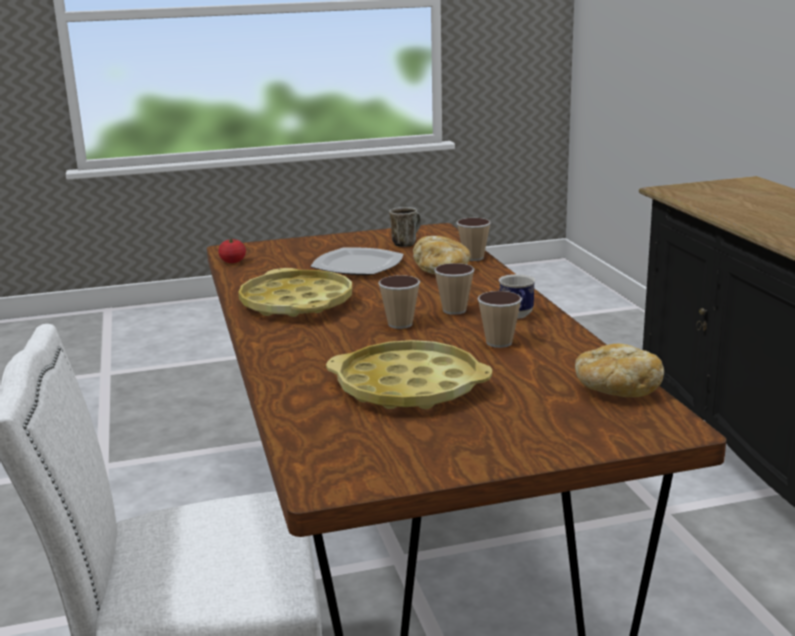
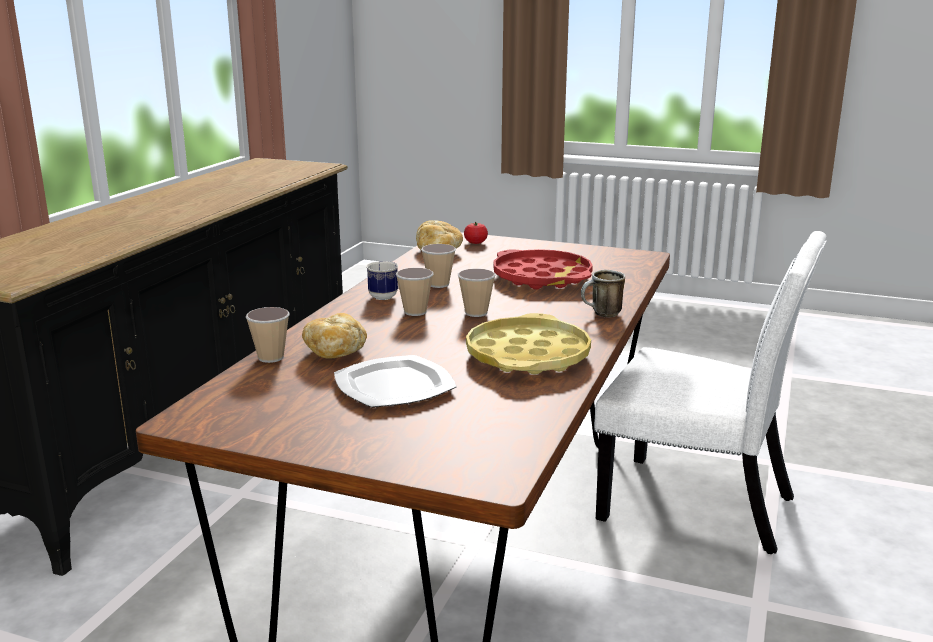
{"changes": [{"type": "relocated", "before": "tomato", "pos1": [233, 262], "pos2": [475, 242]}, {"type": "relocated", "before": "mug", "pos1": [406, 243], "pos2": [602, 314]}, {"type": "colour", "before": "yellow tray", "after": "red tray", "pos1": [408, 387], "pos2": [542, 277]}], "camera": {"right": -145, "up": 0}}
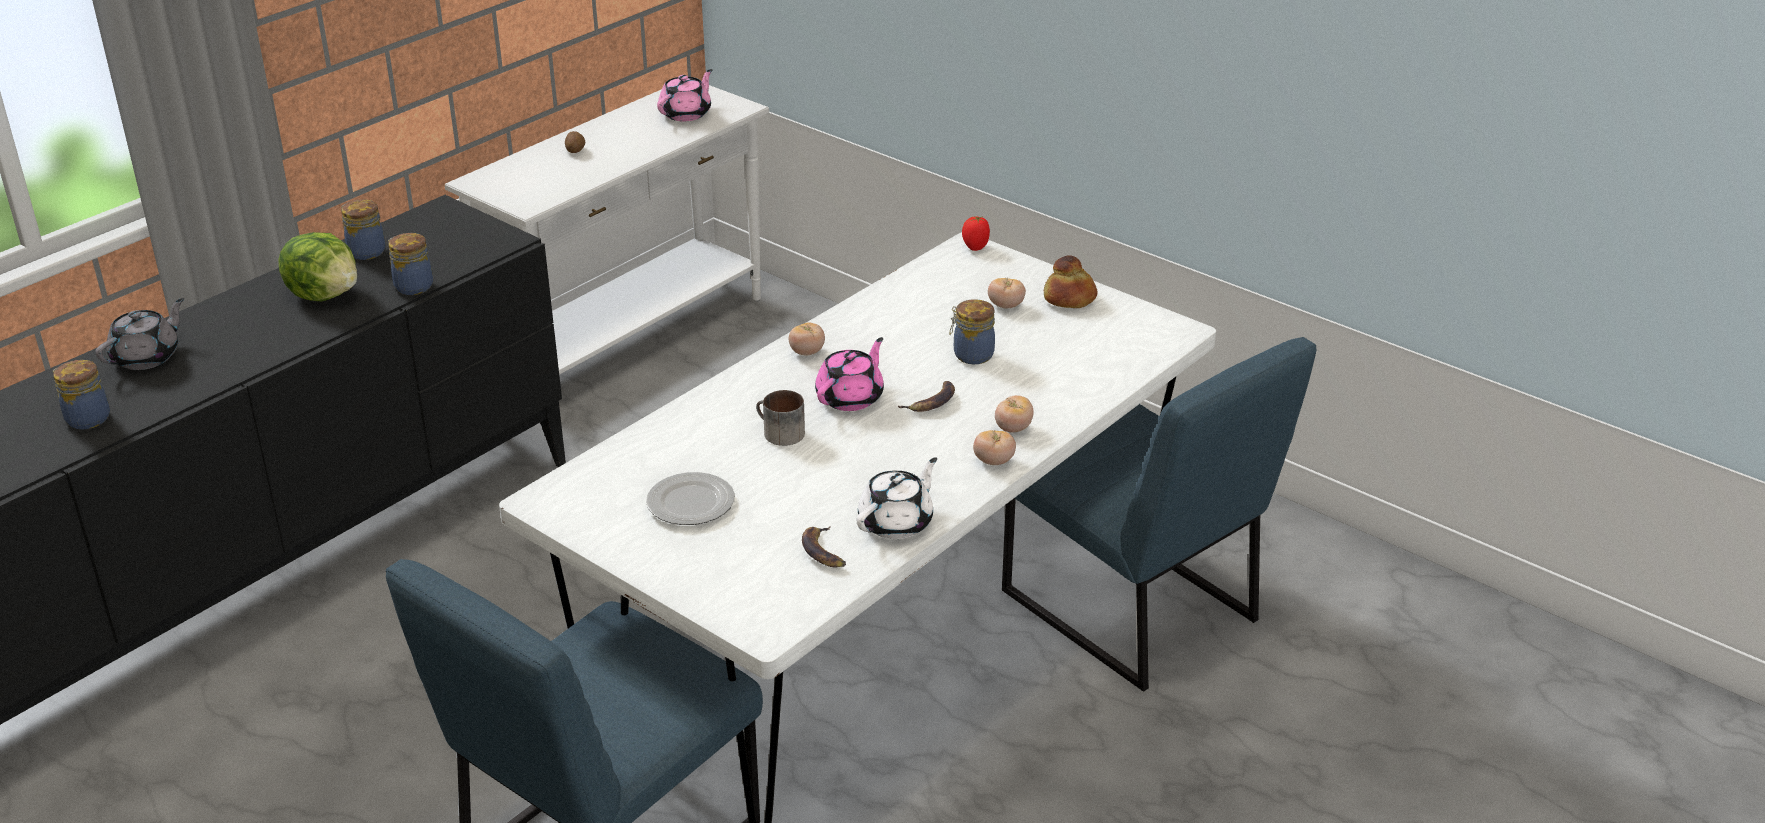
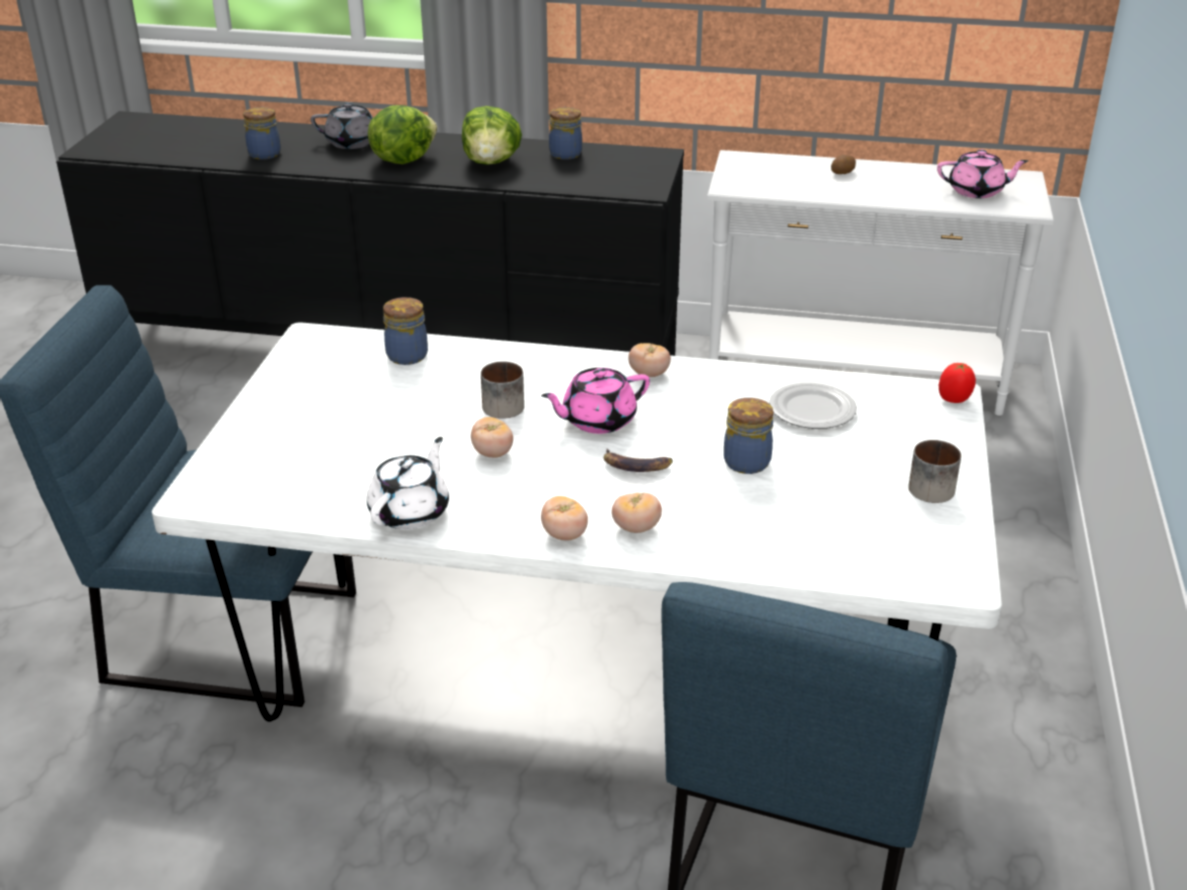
{"changes": [{"type": "missing", "before": "banana", "pos1": [823, 551]}, {"type": "appeared", "after": "lettuce", "pos2": [402, 159]}, {"type": "relocated", "before": "jar", "pos1": [412, 286], "pos2": [407, 355]}, {"type": "relocated", "before": "plate", "pos1": [691, 503], "pos2": [813, 411]}, {"type": "relocated", "before": "tomato", "pos1": [1006, 306], "pos2": [492, 453]}, {"type": "exchanged", "before": "bread", "after": "mug", "pos1": [1069, 298], "pos2": [929, 486]}, {"type": "spun", "before": "pink teapot", "pos1": [851, 397], "pos2": [597, 420], "turn": 150}, {"type": "spun", "before": "white teapot", "pos1": [897, 522], "pos2": [411, 511], "turn": -75}], "camera": {"right": 60, "up": 0}}
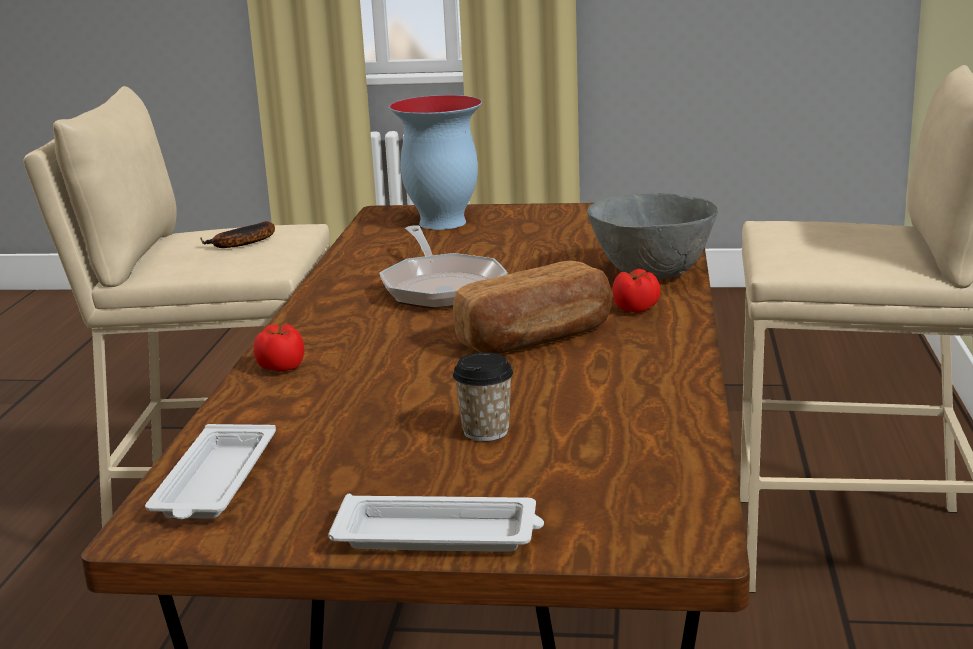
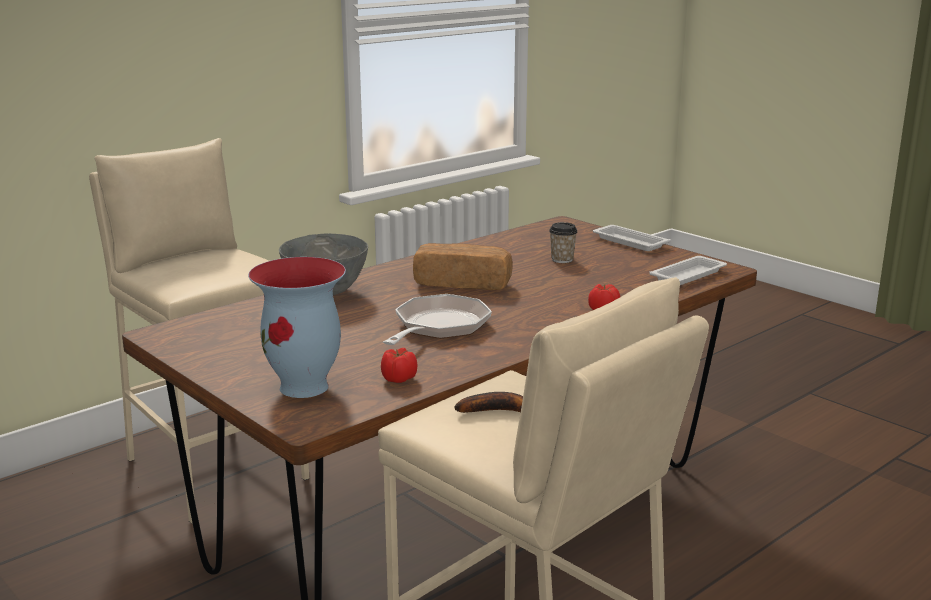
{"changes": [{"type": "relocated", "before": "tomato", "pos1": [636, 309], "pos2": [398, 379]}], "camera": {"right": -140, "up": 0}}
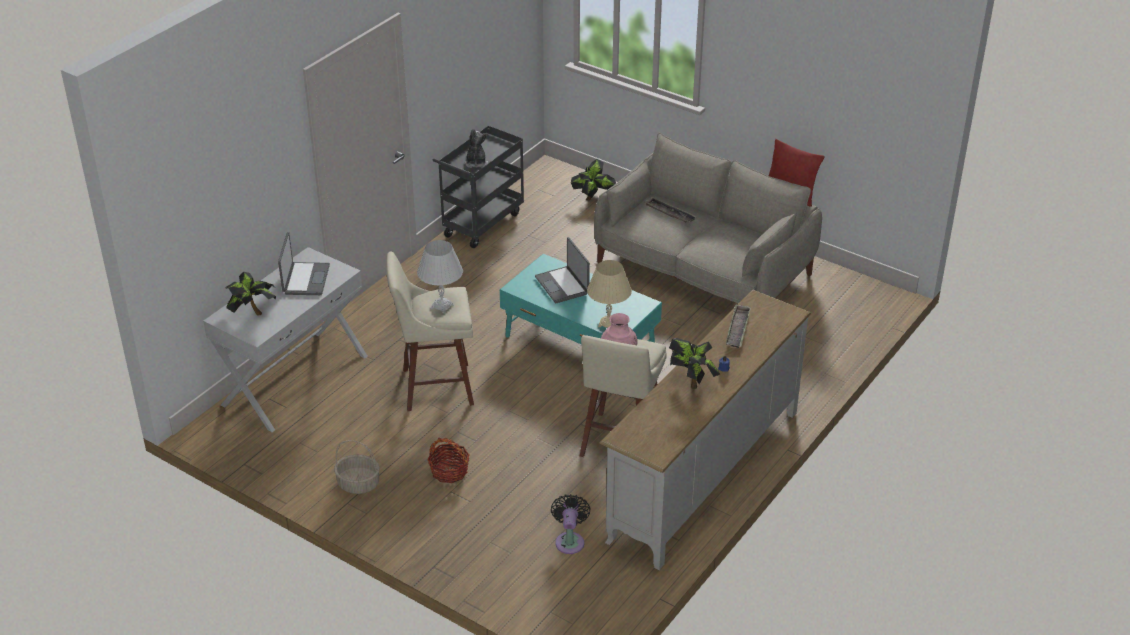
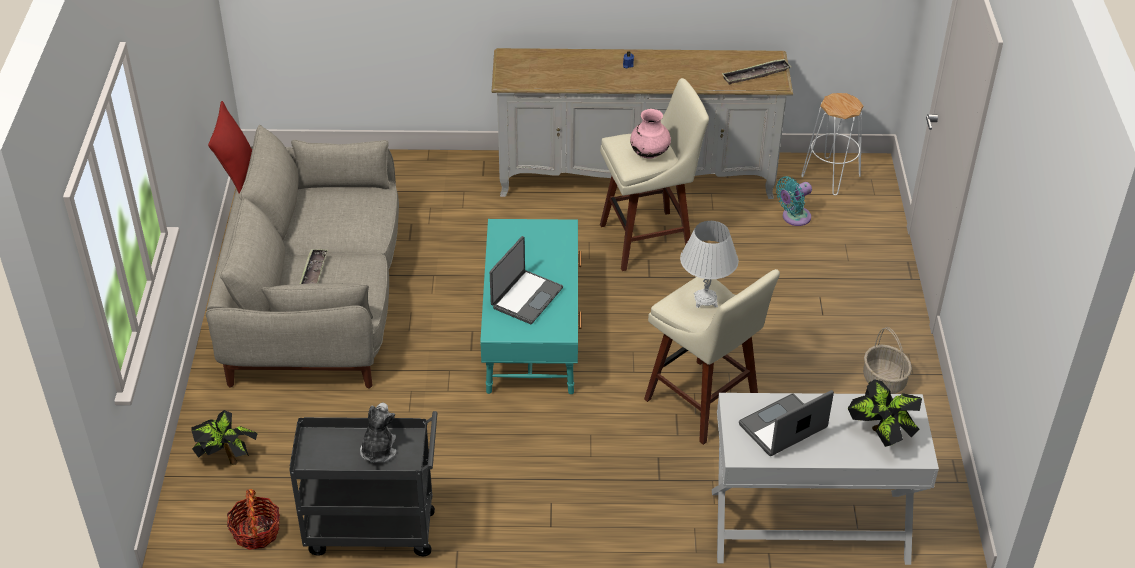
{"changes": [{"type": "missing", "before": "beige table lamp", "pos1": [608, 324]}, {"type": "missing", "before": "potted plant", "pos1": [692, 382]}, {"type": "appeared", "after": "white stool", "pos2": [831, 176]}, {"type": "relocated", "before": "basket", "pos1": [449, 471], "pos2": [256, 532]}, {"type": "relocated", "before": "tray", "pos1": [738, 329], "pos2": [756, 75]}, {"type": "colour", "before": "black fan", "after": "turquoise fan", "pos1": [570, 540], "pos2": [793, 217]}, {"type": "spun", "before": "plush toy", "pos1": [476, 163], "pos2": [378, 450], "turn": 135}], "camera": {"right": -125, "up": 5}}
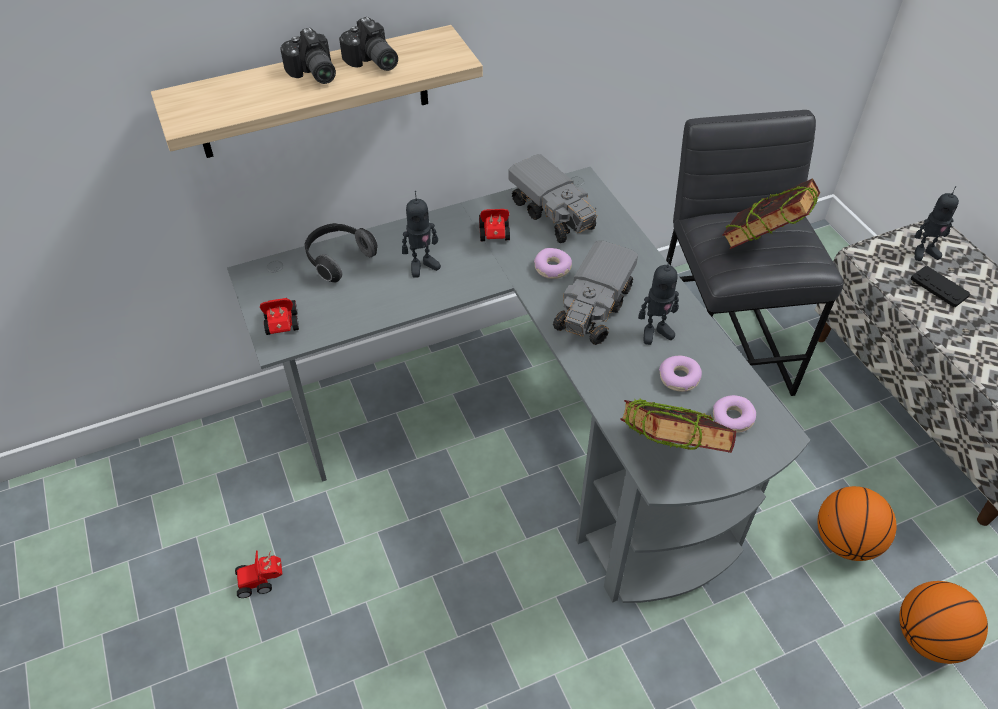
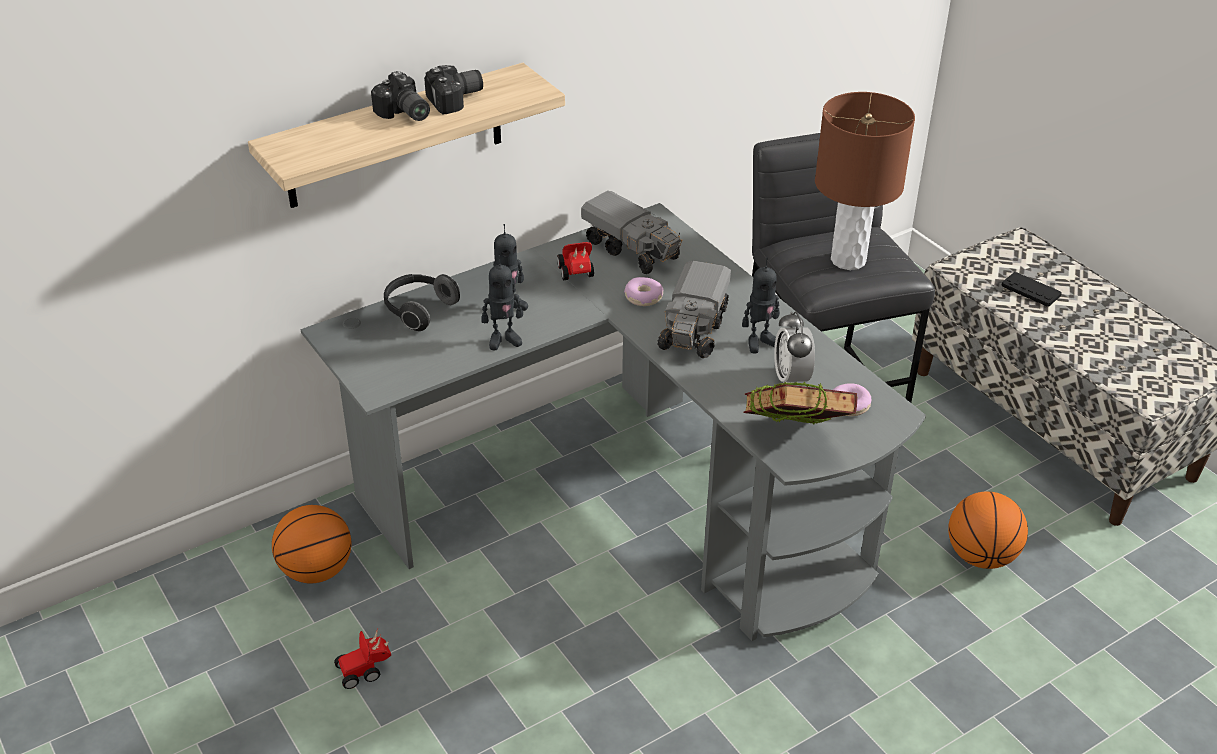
{"changes": [{"type": "missing", "before": "toy car", "pos1": [282, 328]}, {"type": "relocated", "before": "basketball", "pos1": [928, 638], "pos2": [316, 570]}, {"type": "relocated", "before": "toy robot", "pos1": [924, 252], "pos2": [503, 340]}, {"type": "exchanged", "before": "donut", "after": "alarm clock", "pos1": [679, 378], "pos2": [791, 378]}, {"type": "exchanged", "before": "book", "after": "brown table lamp", "pos1": [761, 245], "pos2": [848, 260]}, {"type": "spun", "before": "photo camera", "pos1": [372, 62], "pos2": [457, 100], "turn": -75}], "camera": {"right": -10, "up": -10}}
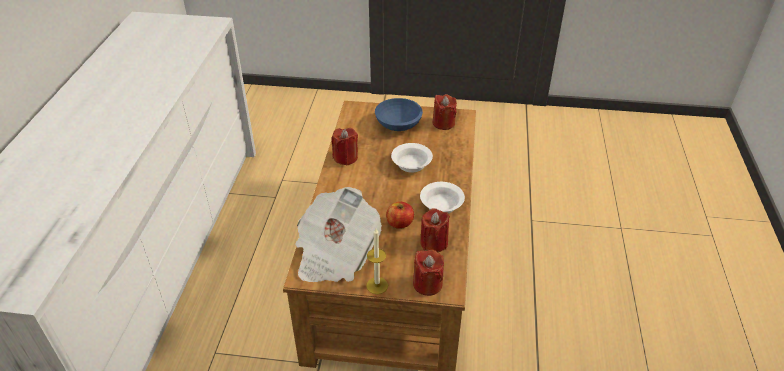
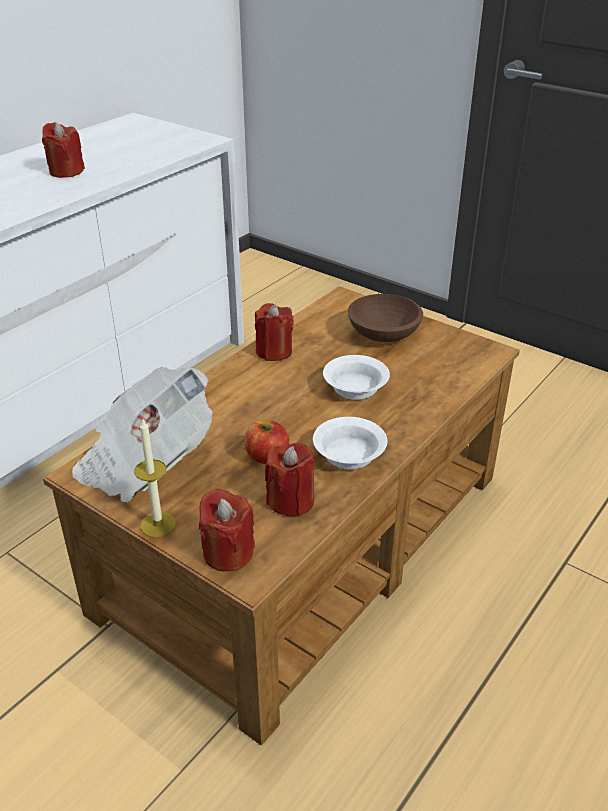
{"changes": [{"type": "relocated", "before": "red candle", "pos1": [443, 123], "pos2": [66, 171]}, {"type": "colour", "before": "blue bowl", "after": "brown bowl", "pos1": [398, 124], "pos2": [384, 334]}], "camera": {"right": 30, "up": -5}}
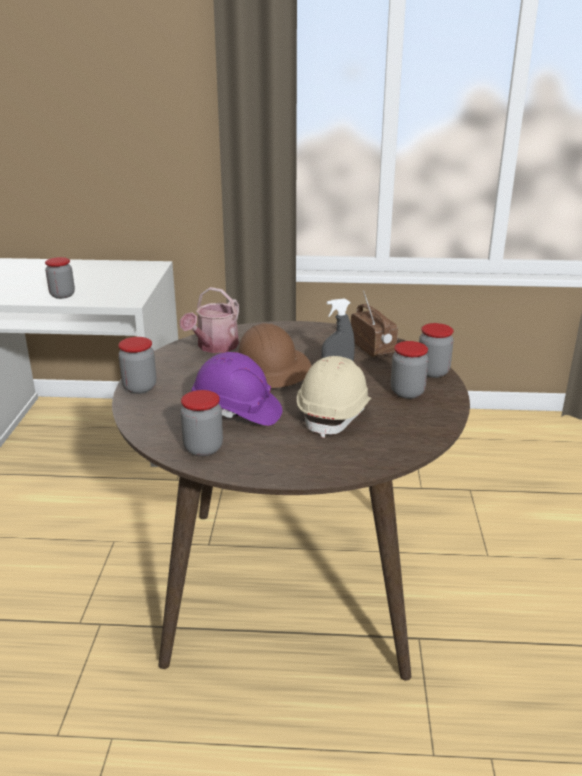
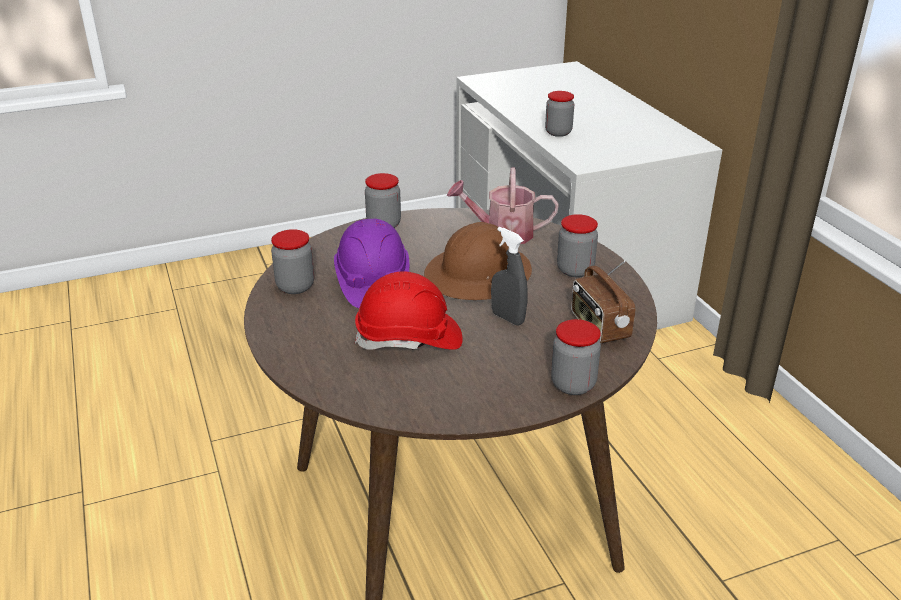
{"changes": [{"type": "relocated", "before": "jar", "pos1": [407, 392], "pos2": [575, 270]}, {"type": "colour", "before": "beige hard hat", "after": "red hard hat", "pos1": [335, 414], "pos2": [409, 339]}, {"type": "spun", "before": "radio", "pos1": [373, 348], "pos2": [599, 327], "turn": 120}], "camera": {"right": 65, "up": 5}}
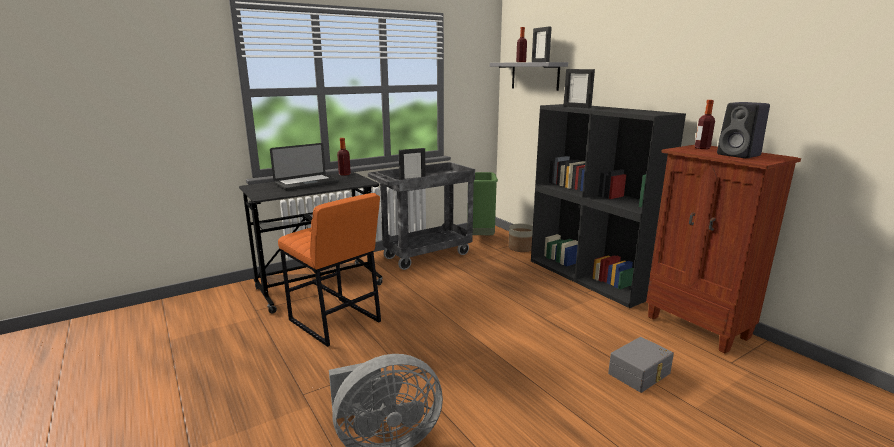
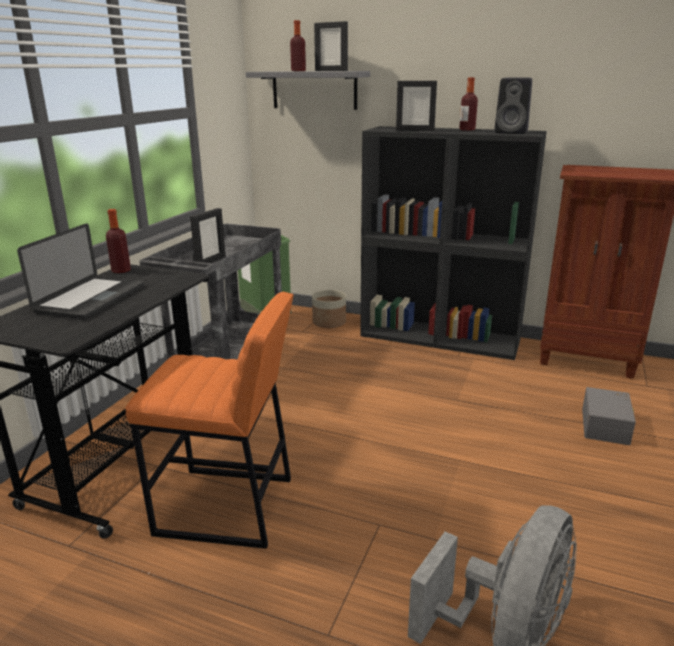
{"changes": [{"type": "relocated", "before": "bottle", "pos1": [702, 148], "pos2": [467, 130]}, {"type": "relocated", "before": "black speaker", "pos1": [740, 155], "pos2": [512, 132]}], "camera": {"right": -35, "up": 5}}
